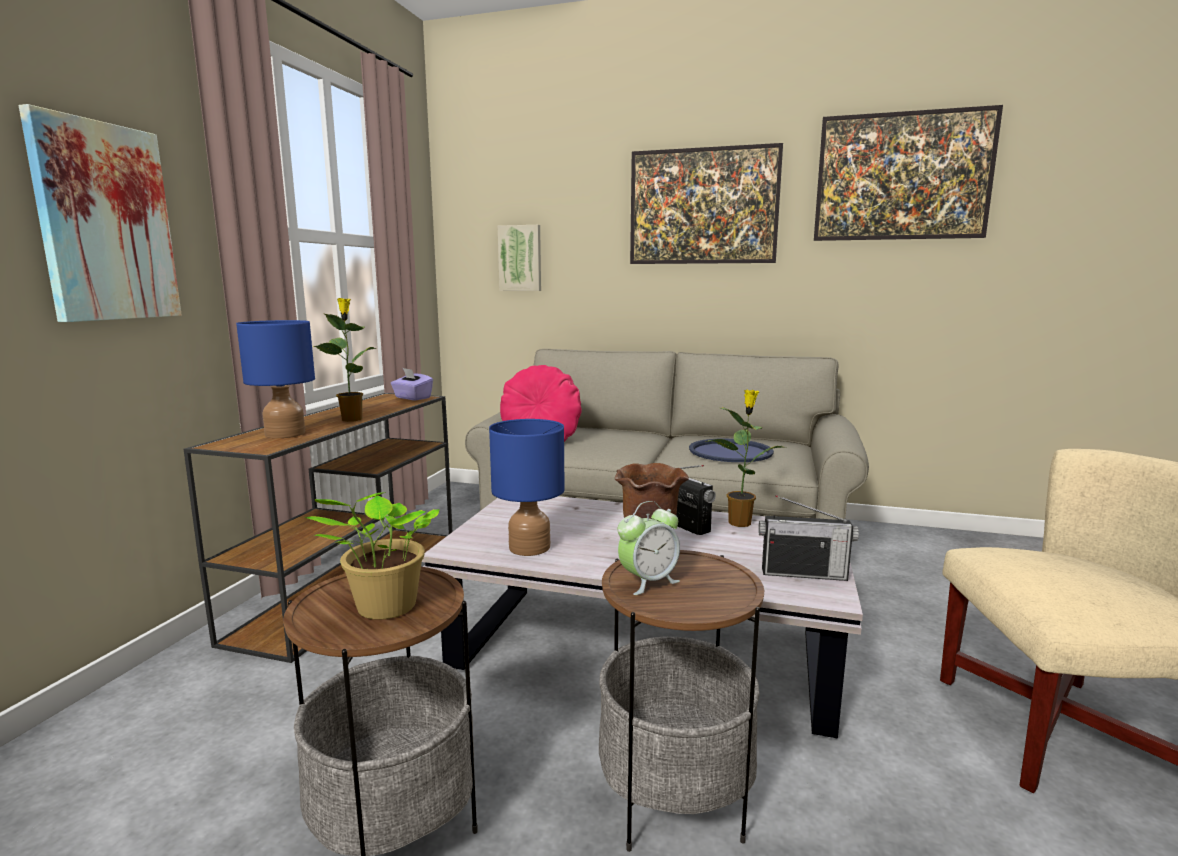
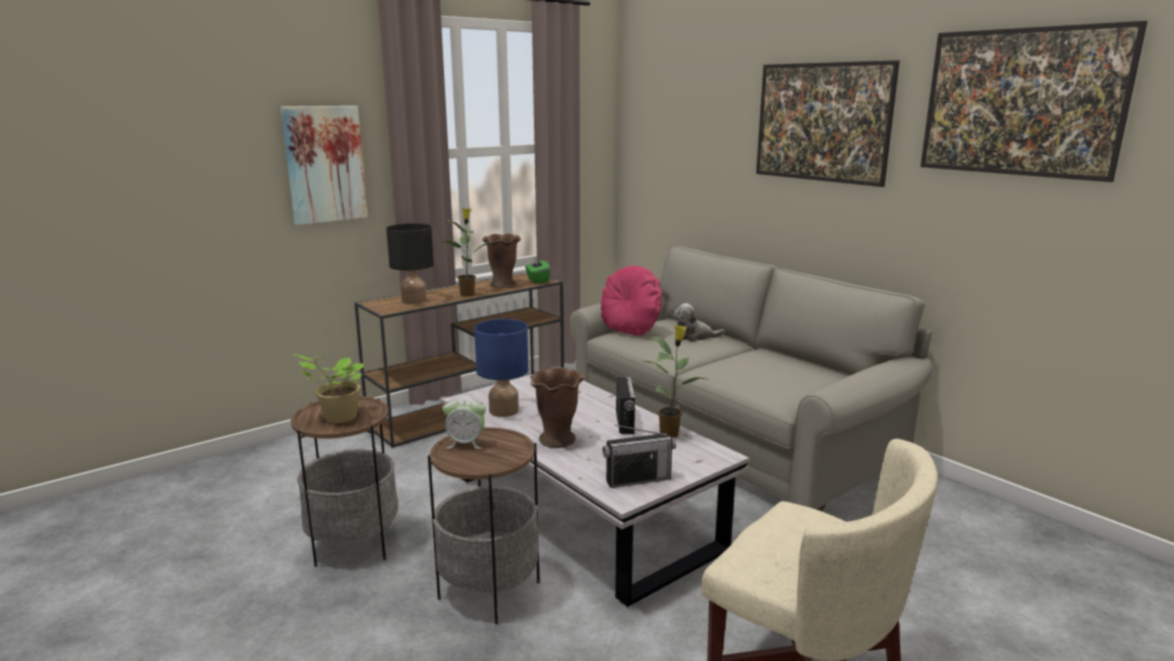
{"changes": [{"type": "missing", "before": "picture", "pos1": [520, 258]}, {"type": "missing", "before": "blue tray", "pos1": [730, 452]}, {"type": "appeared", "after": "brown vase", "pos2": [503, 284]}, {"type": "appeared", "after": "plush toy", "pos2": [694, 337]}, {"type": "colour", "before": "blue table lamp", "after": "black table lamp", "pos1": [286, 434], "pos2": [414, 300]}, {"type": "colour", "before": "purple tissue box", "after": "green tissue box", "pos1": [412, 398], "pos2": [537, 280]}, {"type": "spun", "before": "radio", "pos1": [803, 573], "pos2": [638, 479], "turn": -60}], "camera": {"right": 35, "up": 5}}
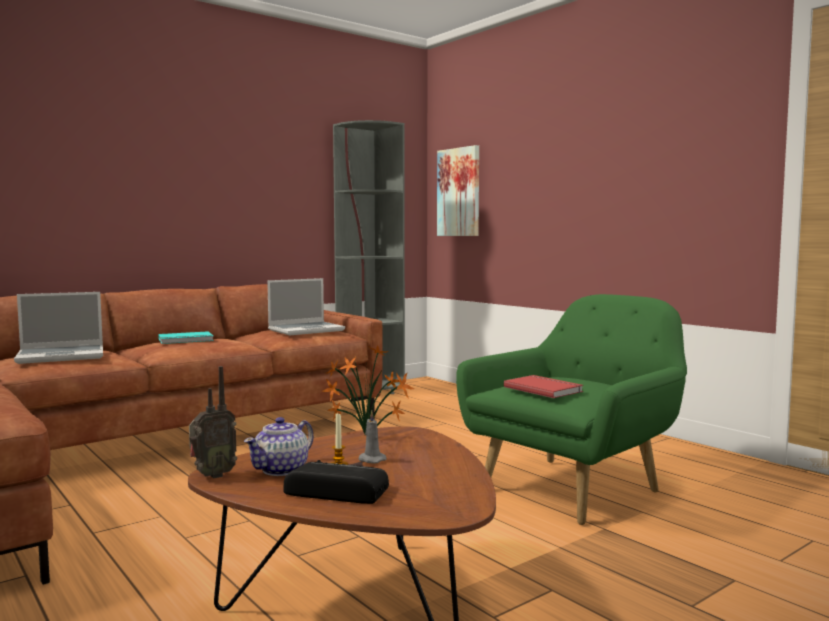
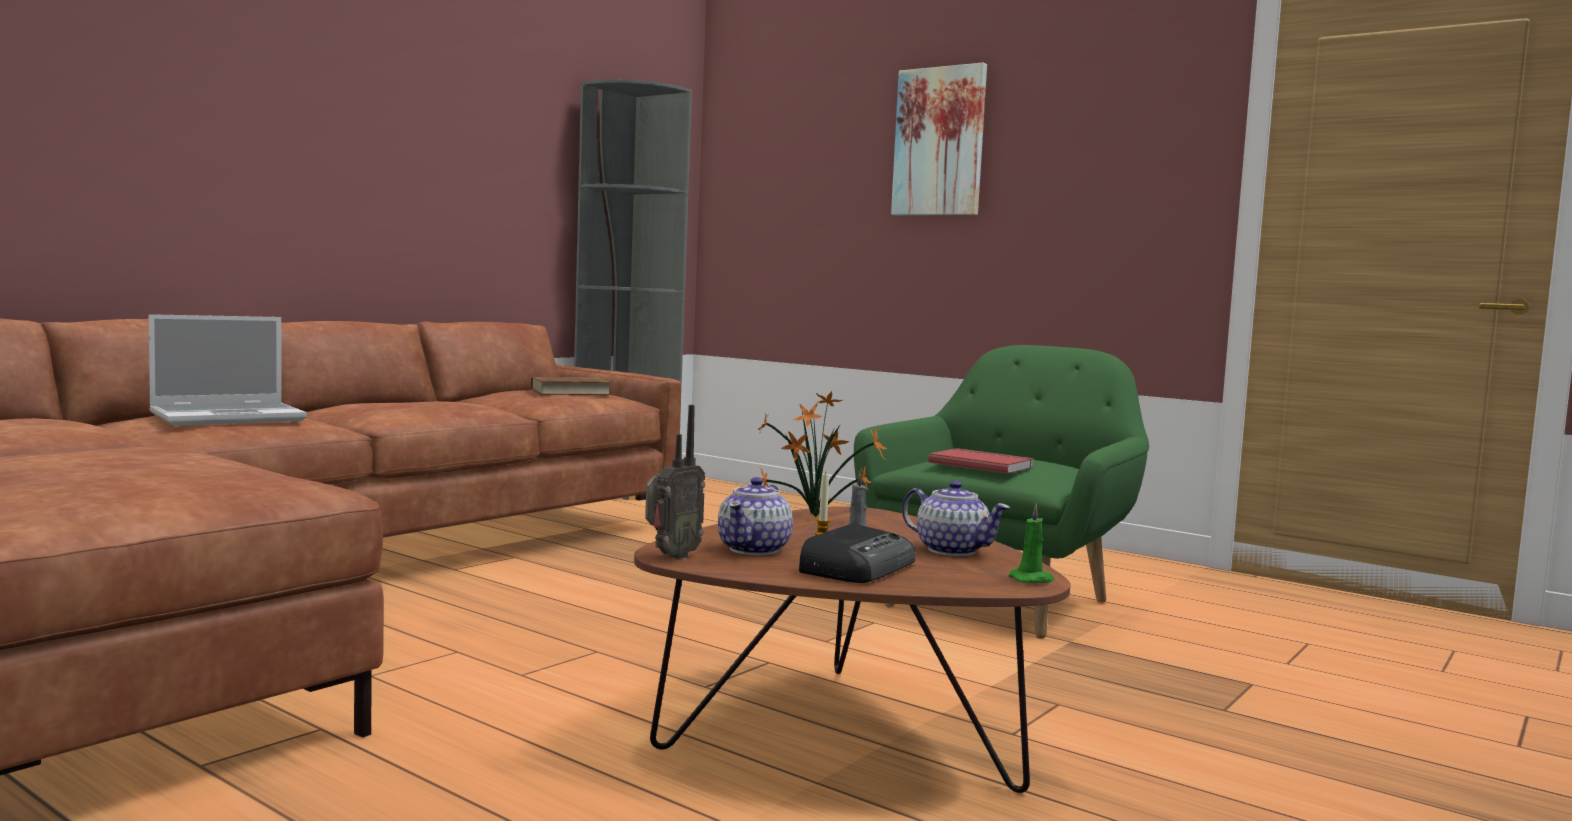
{"changes": [{"type": "missing", "before": "turquoise book", "pos1": [186, 340]}, {"type": "appeared", "after": "teapot", "pos2": [951, 550]}, {"type": "appeared", "after": "green candle", "pos2": [1032, 580]}, {"type": "relocated", "before": "picture", "pos1": [459, 192], "pos2": [939, 142]}, {"type": "exchanged", "before": "laptop", "after": "brown book", "pos1": [306, 330], "pos2": [570, 392]}, {"type": "spun", "before": "radio", "pos1": [336, 491], "pos2": [858, 567], "turn": 120}], "camera": {"right": -15, "up": 0}}
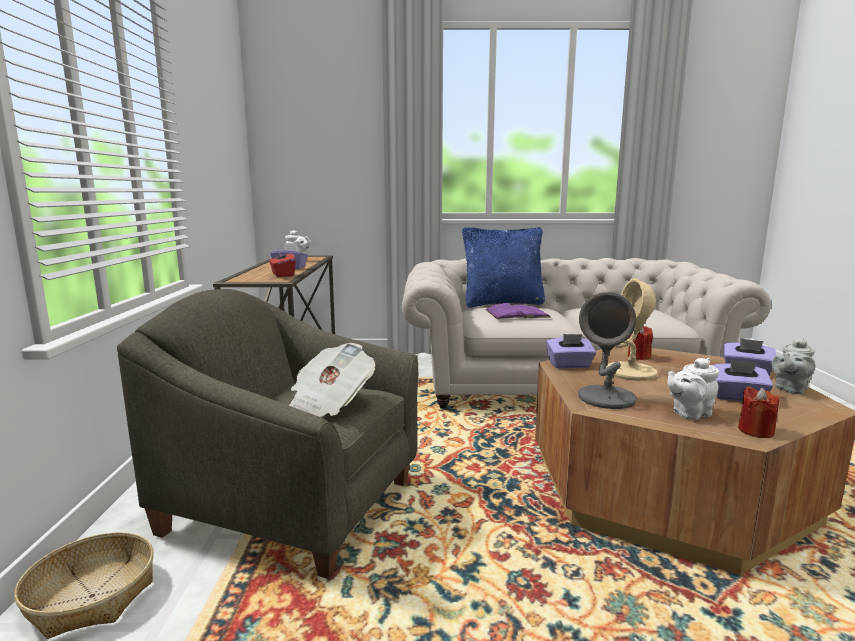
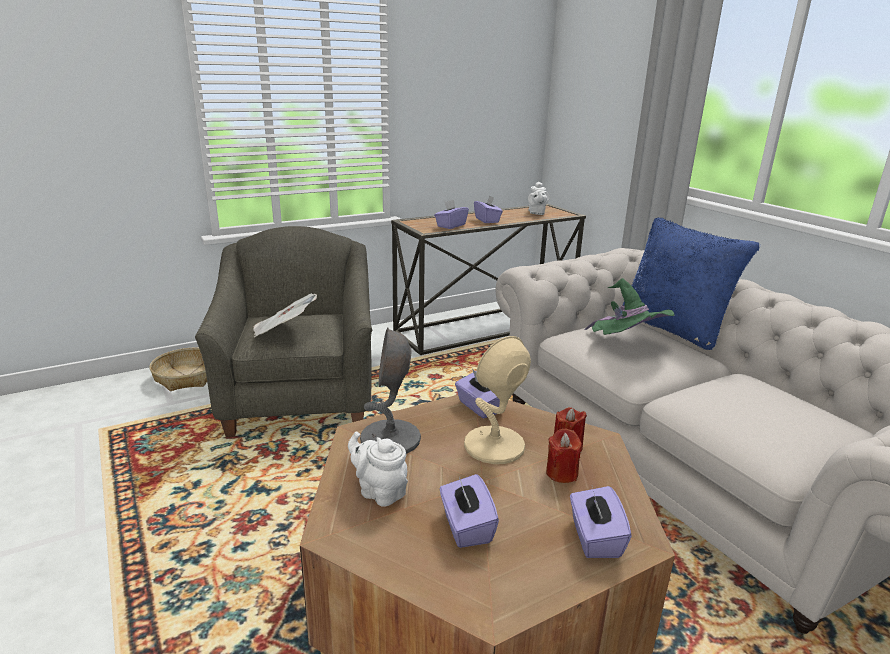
{"changes": [{"type": "missing", "before": "grey teapot", "pos1": [790, 389]}, {"type": "relocated", "before": "red candle", "pos1": [755, 431], "pos2": [561, 473]}, {"type": "exchanged", "before": "purple book", "after": "green hat", "pos1": [517, 313], "pos2": [626, 344]}, {"type": "colour", "before": "red tissue box", "after": "purple tissue box", "pos1": [282, 275], "pos2": [451, 225]}], "camera": {"right": 60, "up": 10}}
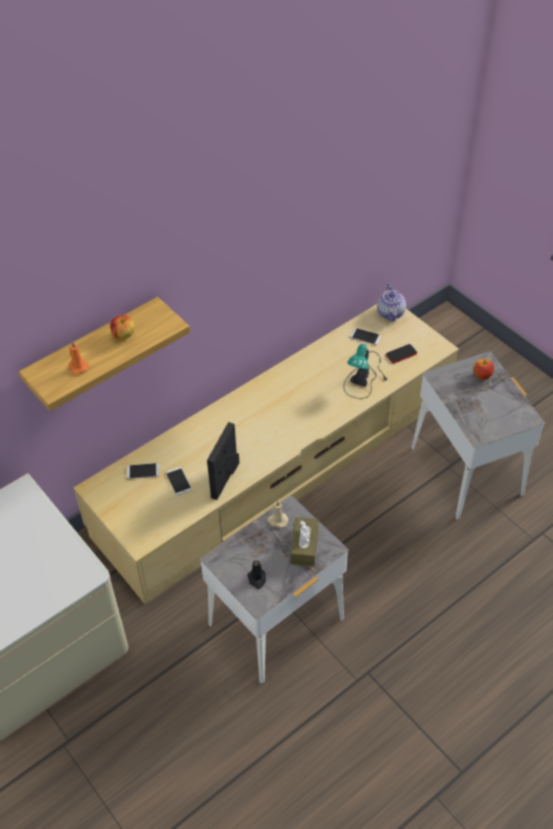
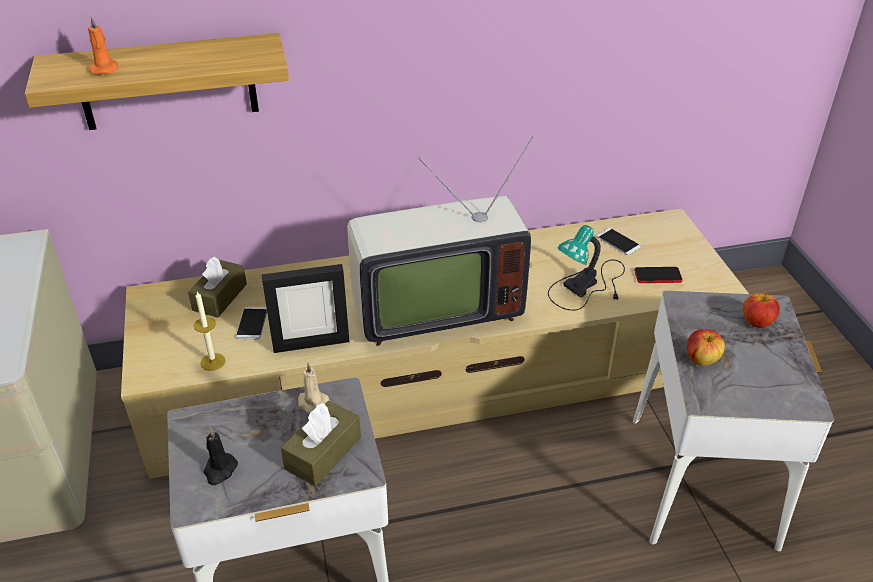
{"changes": [{"type": "missing", "before": "teapot", "pos1": [391, 313]}, {"type": "appeared", "after": "candle", "pos2": [213, 362]}, {"type": "appeared", "after": "television", "pos2": [433, 308]}, {"type": "relocated", "before": "apple", "pos1": [123, 335], "pos2": [701, 360]}, {"type": "exchanged", "before": "phone", "after": "brown tissue box", "pos1": [143, 471], "pos2": [220, 297]}, {"type": "spun", "before": "picture frame", "pos1": [225, 480], "pos2": [311, 343], "turn": -150}], "camera": {"right": 25, "up": -10}}
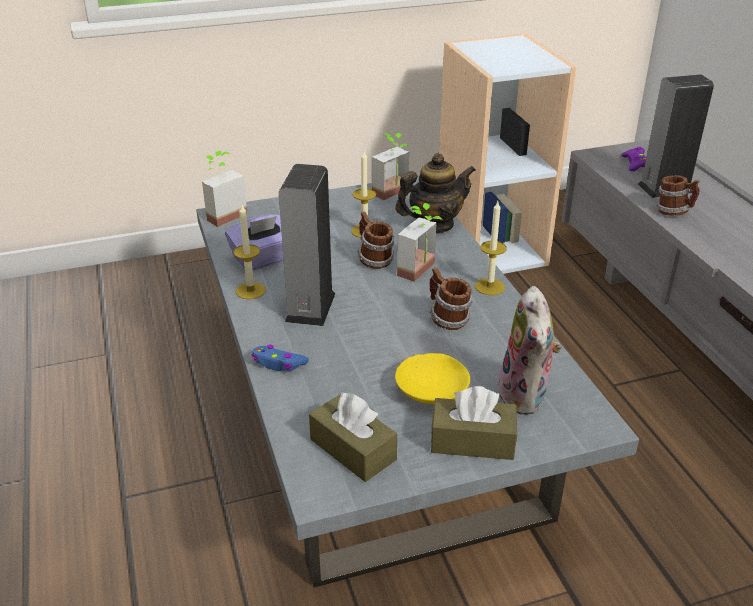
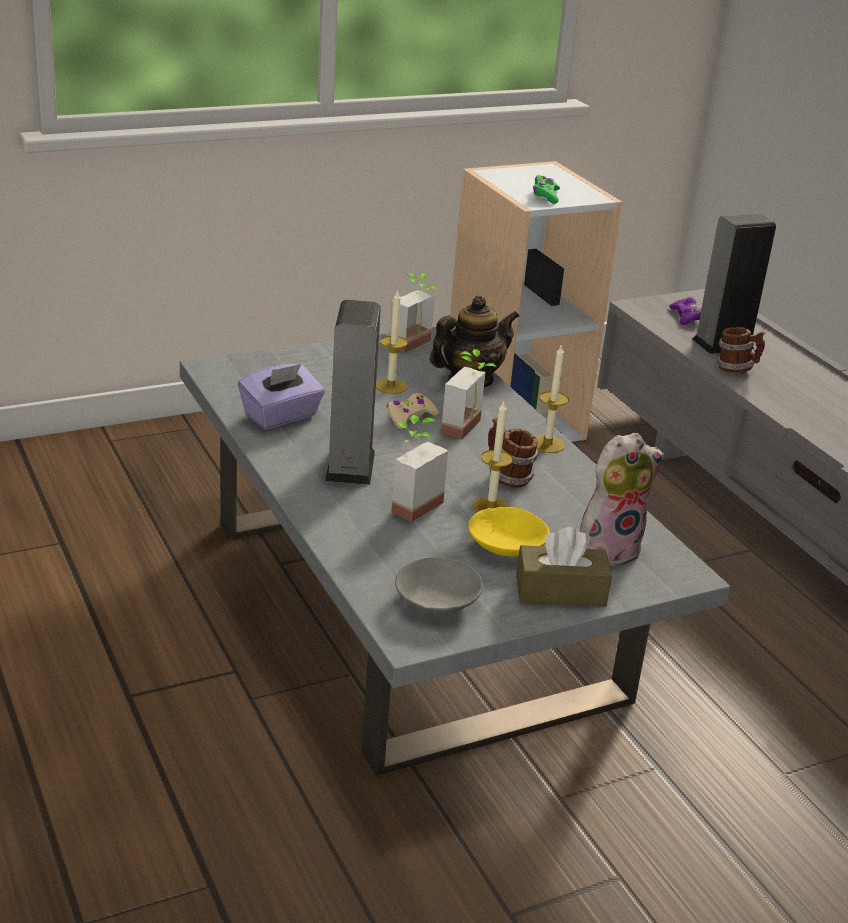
{"changes": [{"type": "missing", "before": "blue game controller", "pos1": [278, 363]}, {"type": "appeared", "after": "green game controller", "pos2": [545, 195]}, {"type": "relocated", "before": "potted plant", "pos1": [222, 214], "pos2": [408, 503]}, {"type": "relocated", "before": "candle", "pos1": [250, 290], "pos2": [491, 507]}, {"type": "exchanged", "before": "brown tissue box", "after": "grey bowl", "pos1": [353, 449], "pos2": [436, 601]}, {"type": "exchanged", "before": "mug", "after": "beige game controller", "pos1": [374, 260], "pos2": [410, 417]}, {"type": "spun", "before": "plush toy", "pos1": [526, 396], "pos2": [608, 550], "turn": -105}], "camera": {"right": -10, "up": -5}}
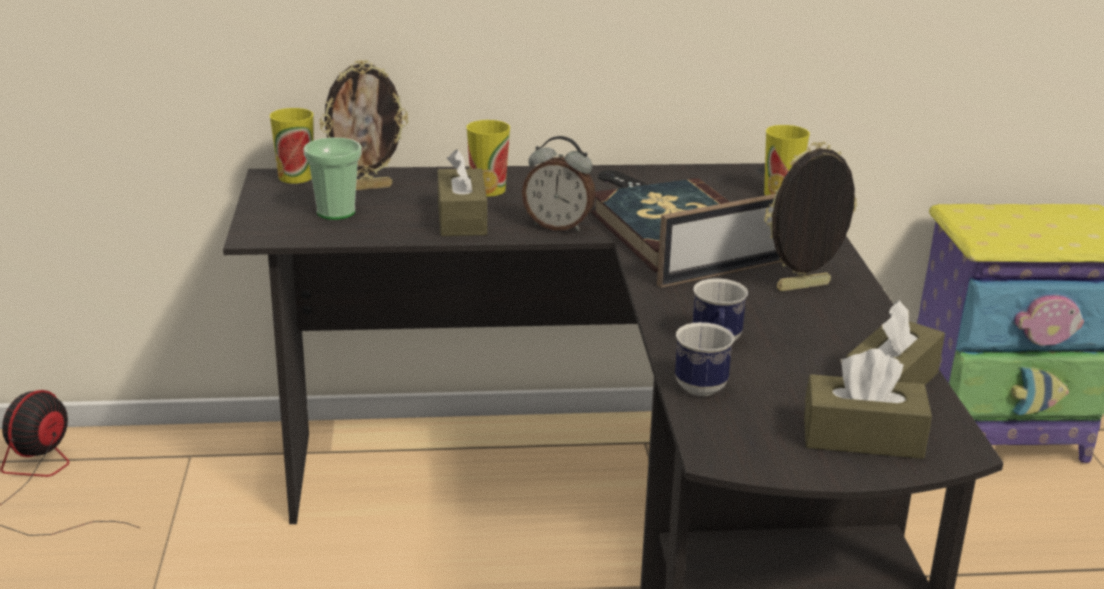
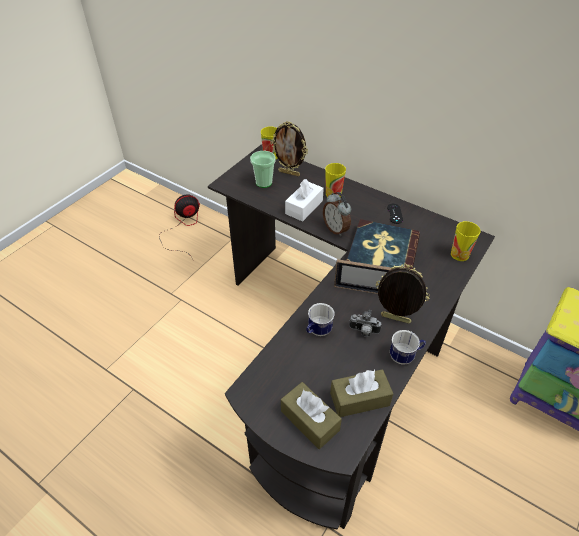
{"changes": [{"type": "appeared", "after": "photo camera", "pos2": [363, 331]}, {"type": "relocated", "before": "mug", "pos1": [705, 384], "pos2": [405, 356]}, {"type": "colour", "before": "brown tissue box", "after": "white tissue box", "pos1": [461, 218], "pos2": [304, 207]}], "camera": {"right": 40, "up": 20}}
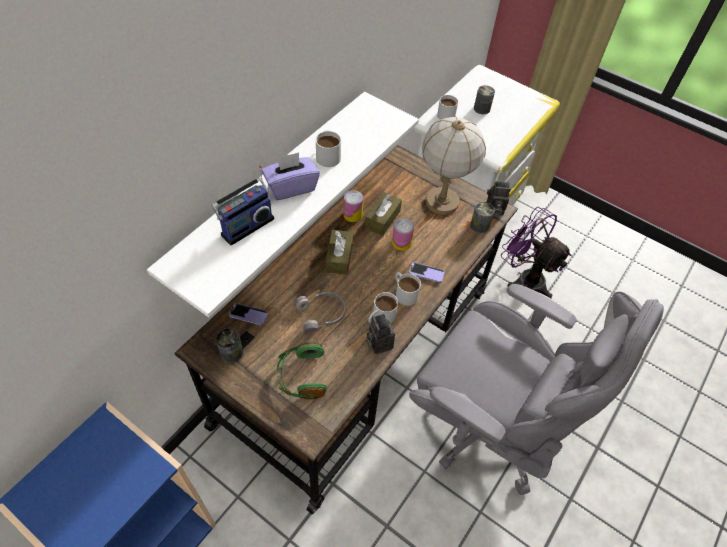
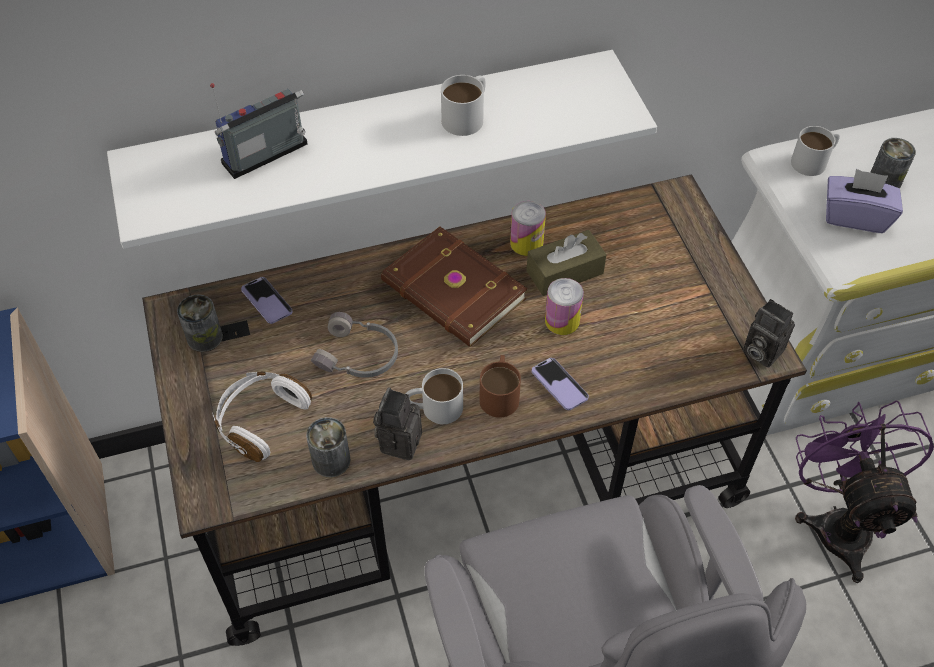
{"changes": [{"type": "missing", "before": "table lamp", "pos1": [442, 202]}, {"type": "relocated", "before": "purple tissue box", "pos1": [291, 187], "pos2": [855, 216]}, {"type": "relocated", "before": "can", "pos1": [479, 226], "pos2": [331, 460]}, {"type": "exchanged", "before": "brown tissue box", "after": "brown book", "pos1": [339, 257], "pos2": [452, 292]}, {"type": "colour", "before": "green headphones", "after": "white headphones", "pos1": [301, 376], "pos2": [260, 420]}, {"type": "colour", "before": "white mug", "after": "brown mug", "pos1": [404, 292], "pos2": [500, 393]}, {"type": "spun", "before": "radio", "pos1": [245, 225], "pos2": [267, 157], "turn": 150}], "camera": {"right": 40, "up": 0}}
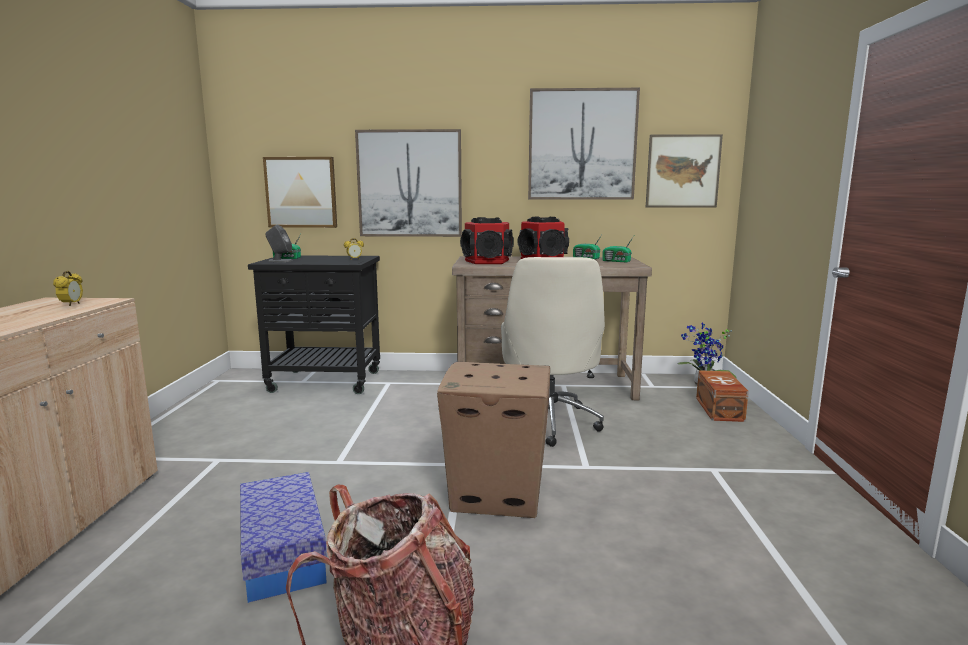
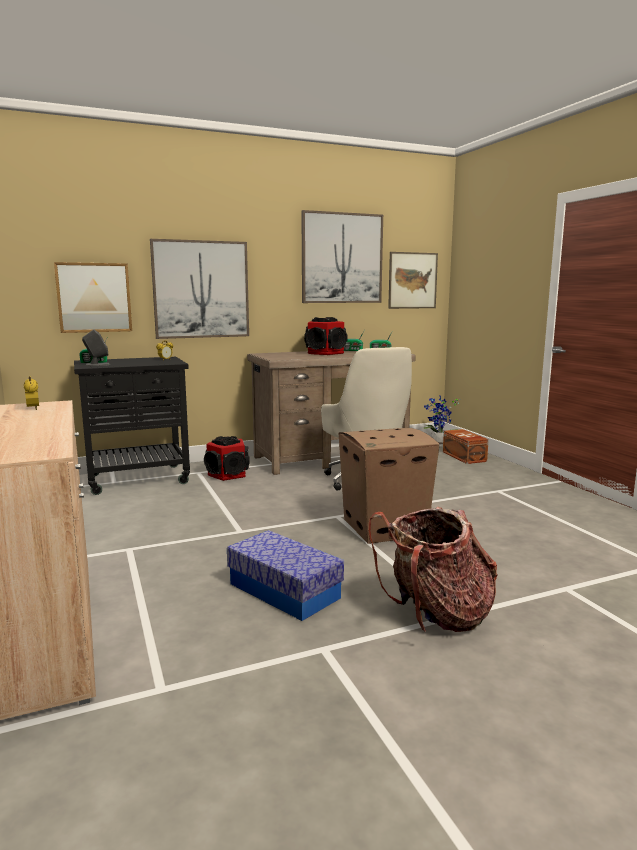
{"changes": [{"type": "relocated", "before": "speaker", "pos1": [488, 262], "pos2": [228, 474]}], "camera": {"right": -25, "up": 0}}
